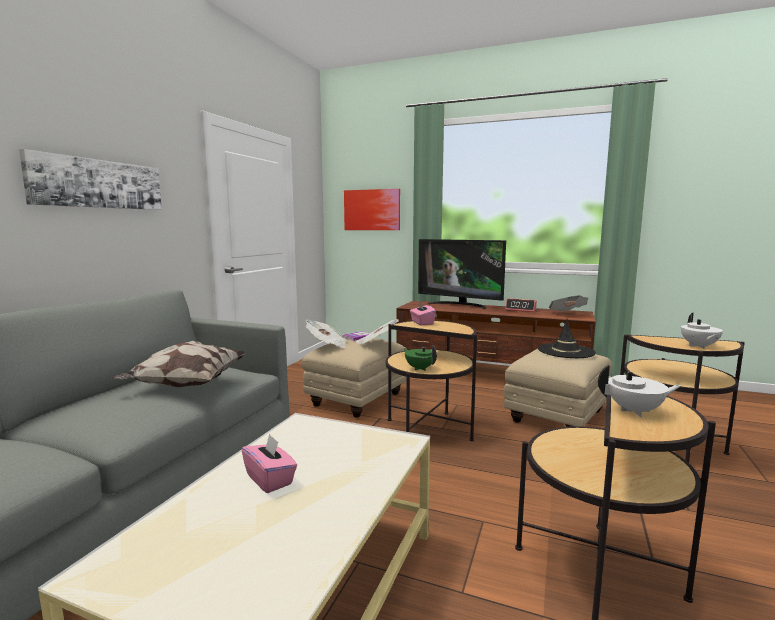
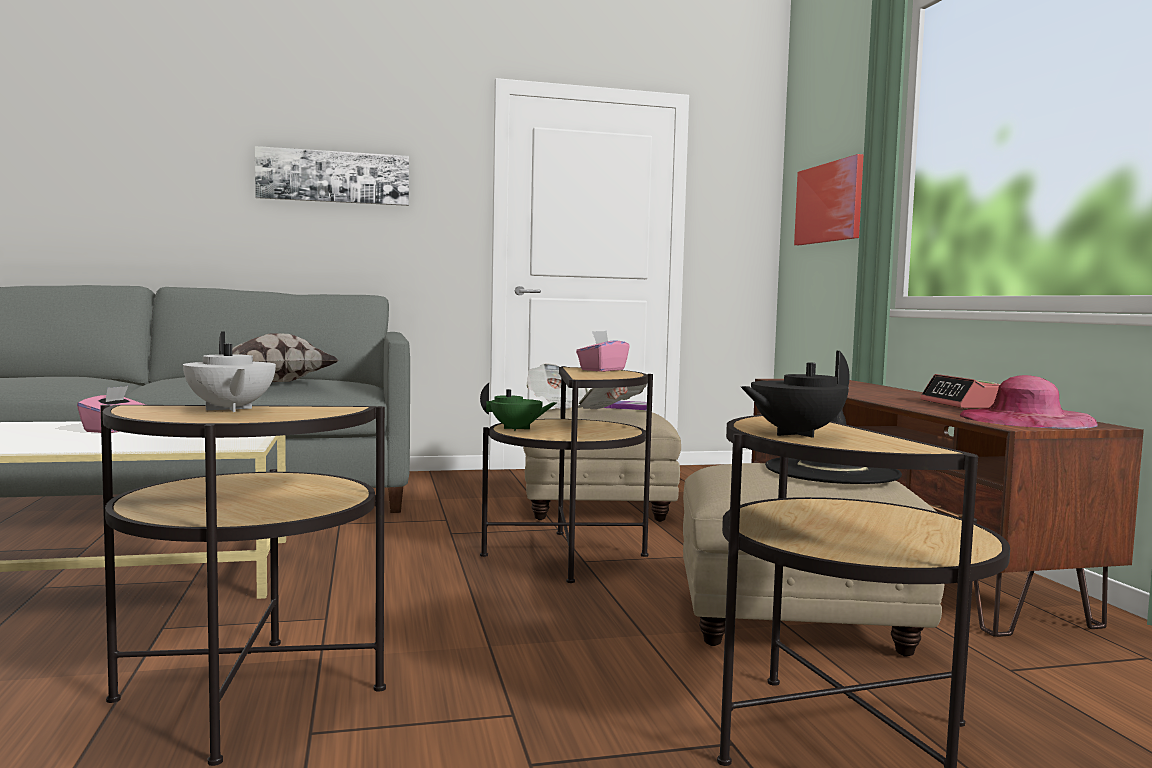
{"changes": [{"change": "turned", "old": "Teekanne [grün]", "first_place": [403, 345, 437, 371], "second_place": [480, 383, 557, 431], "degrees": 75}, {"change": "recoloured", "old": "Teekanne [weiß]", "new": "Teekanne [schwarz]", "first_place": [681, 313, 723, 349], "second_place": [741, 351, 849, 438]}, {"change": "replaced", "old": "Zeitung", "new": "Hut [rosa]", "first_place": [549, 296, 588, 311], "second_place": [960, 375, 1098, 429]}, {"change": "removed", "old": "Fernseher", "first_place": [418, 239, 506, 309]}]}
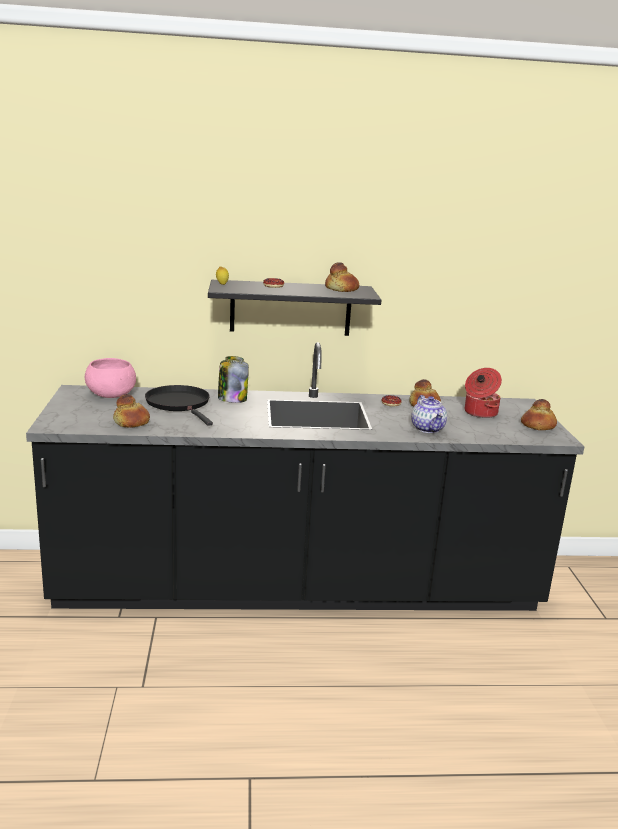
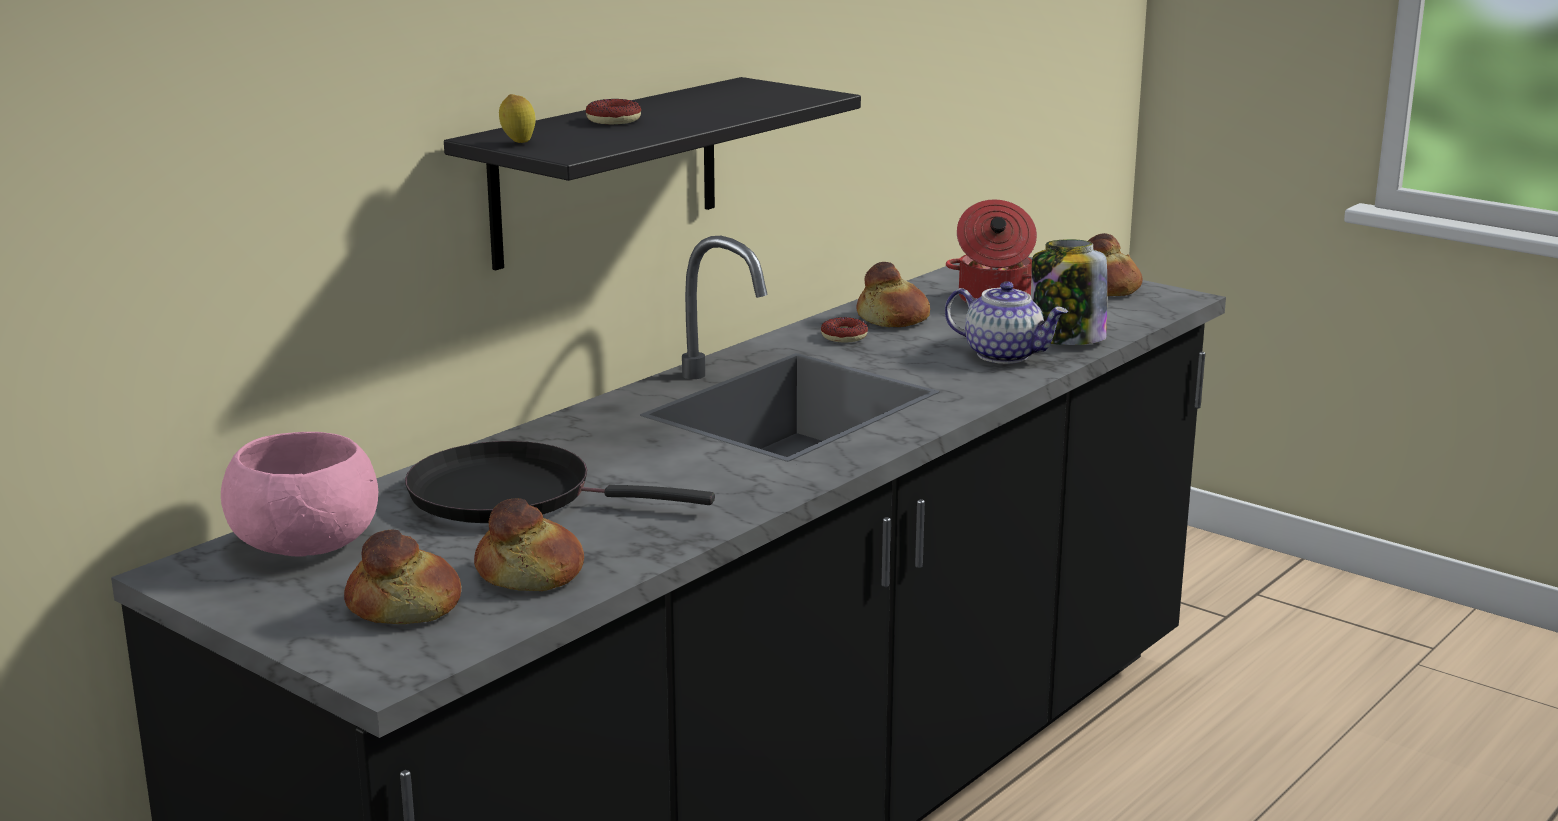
{"changes": [{"change": "moved", "old": "Brot", "first_place": [325, 262, 359, 292], "second_place": [344, 529, 461, 624]}, {"change": "moved", "old": "Vorratsglas", "first_place": [218, 356, 249, 403], "second_place": [1031, 239, 1107, 345]}]}
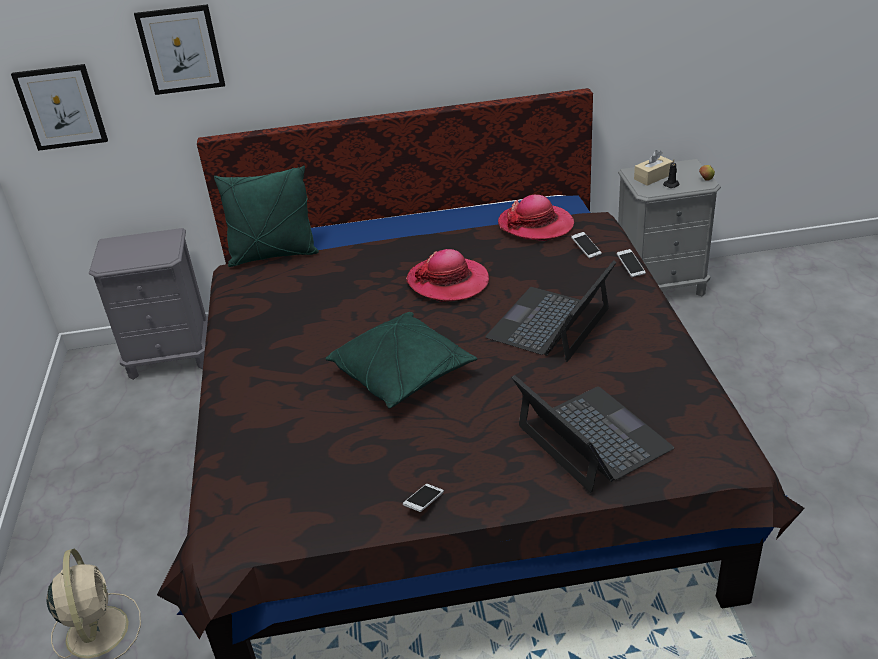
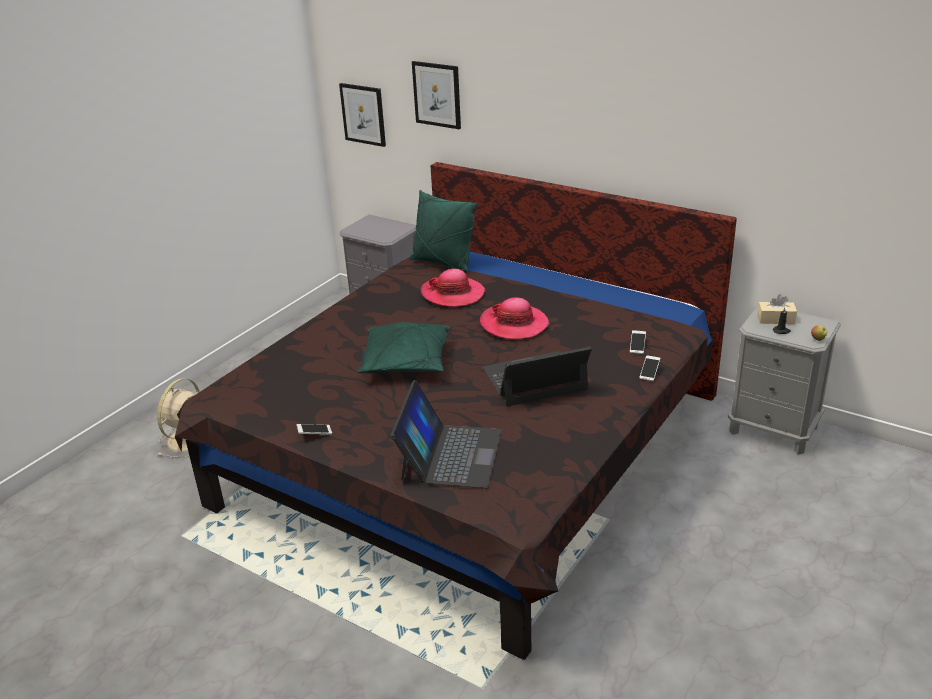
{"changes": [{"change": "moved", "old": "Hut", "first_place": [498, 195, 574, 241], "second_place": [421, 269, 485, 307]}]}
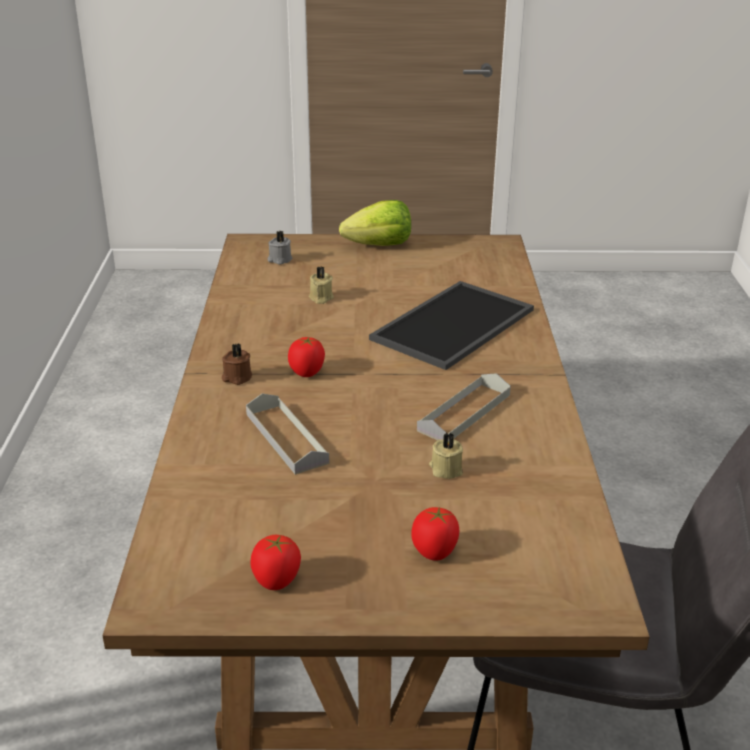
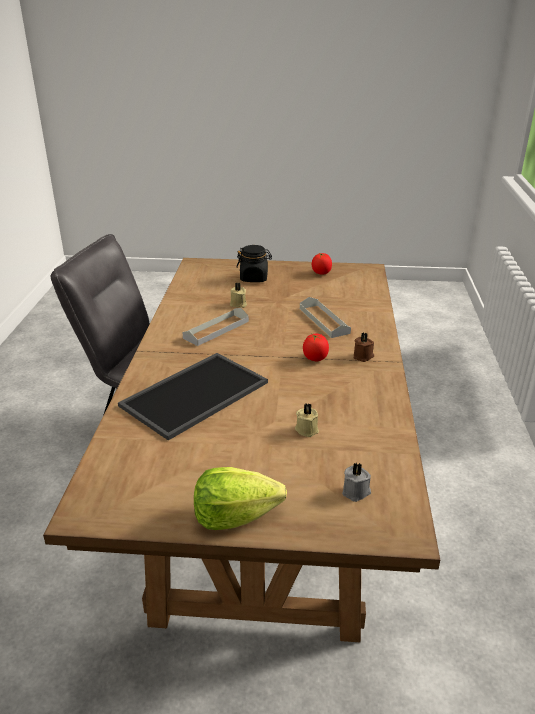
{"changes": [{"change": "replaced", "old": "Tomate", "new": "Vorratsglas [schwarz]", "first_place": [411, 507, 459, 561], "second_place": [236, 245, 272, 282]}]}
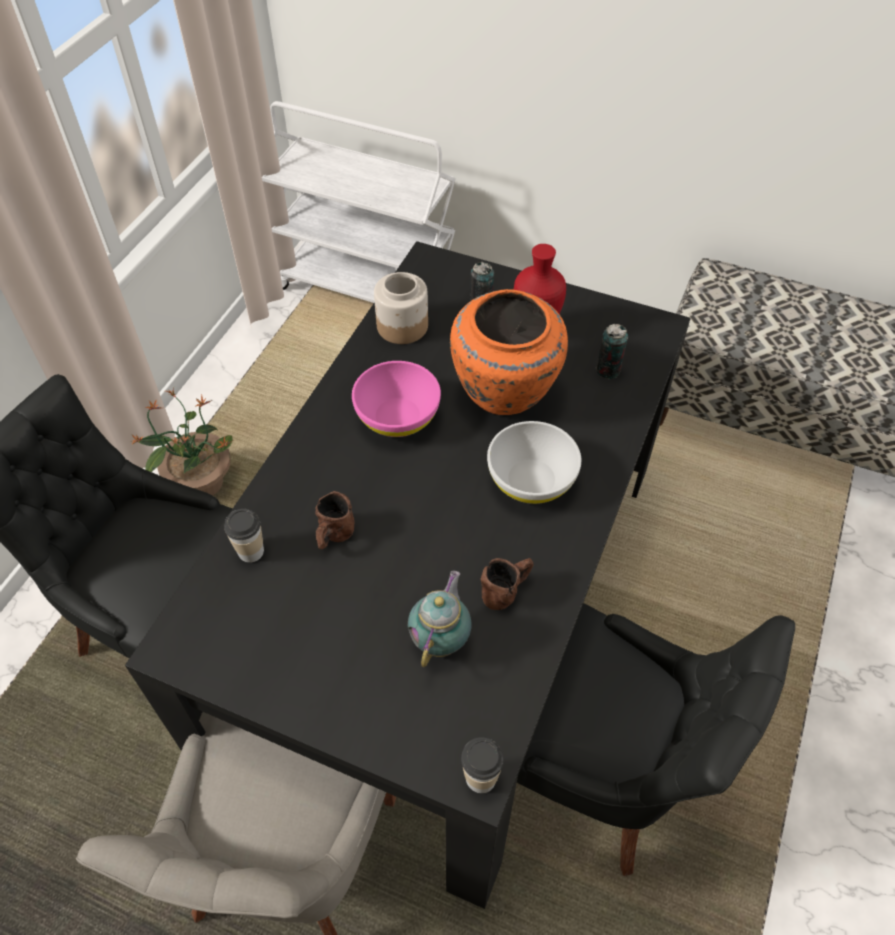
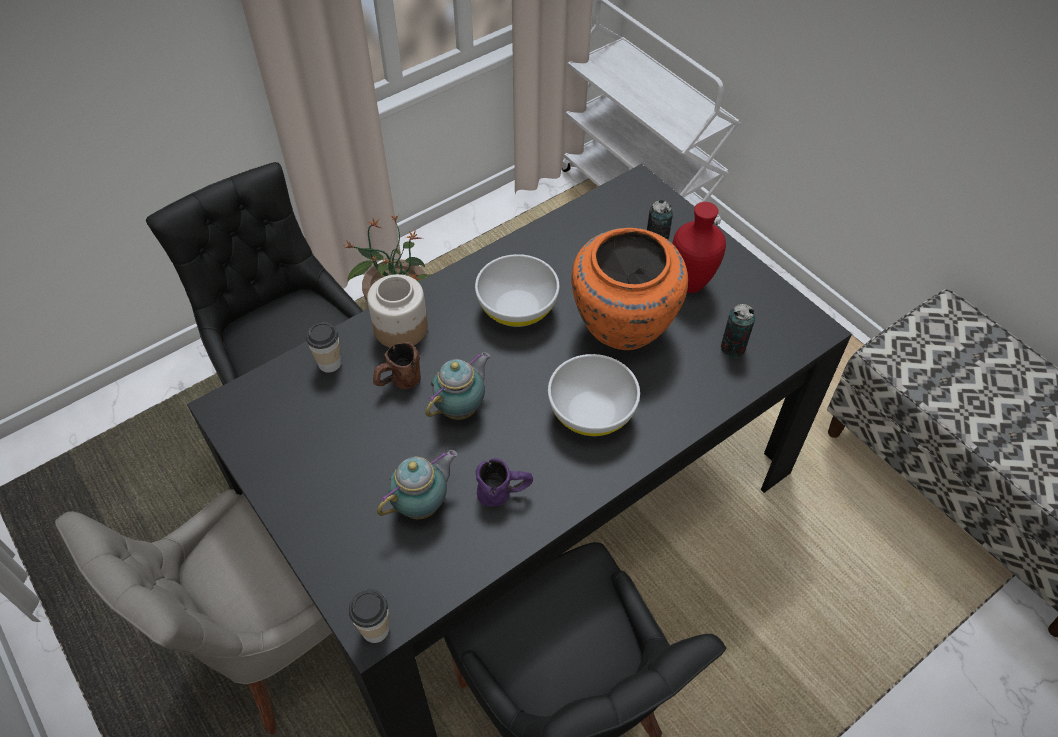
{"changes": [{"change": "moved", "old": "Vorratsglas", "first_place": [374, 272, 428, 344], "second_place": [367, 274, 428, 348]}, {"change": "added", "new": "Teekanne", "second_place": [426, 352, 491, 420]}, {"change": "recoloured", "old": "Schüssel [rosa]", "new": "Schüssel [weiß]", "first_place": [352, 361, 441, 437], "second_place": [475, 254, 559, 327]}, {"change": "recoloured", "old": "Henkelbecher [braun]", "new": "Henkelbecher [lila]", "first_place": [480, 558, 534, 610], "second_place": [476, 458, 533, 507]}]}
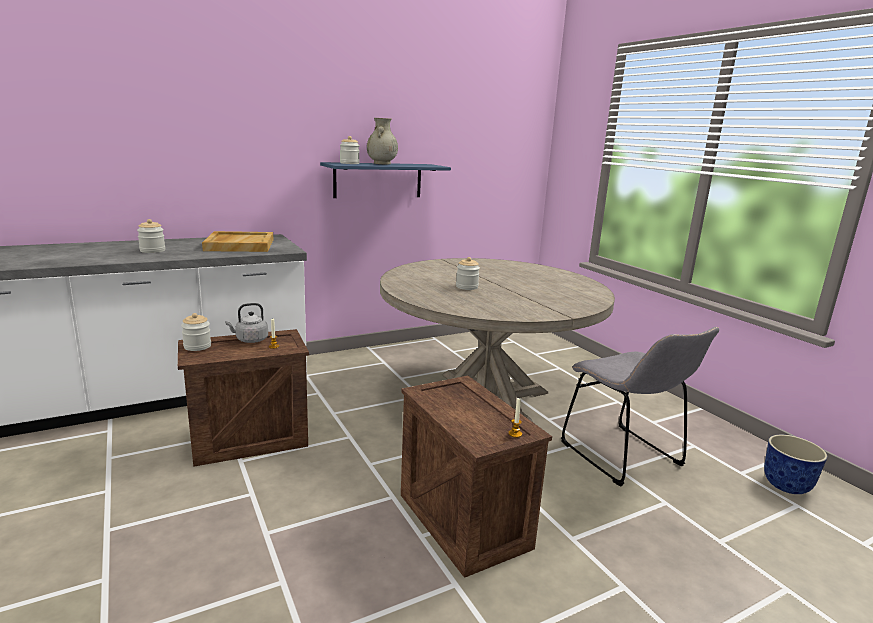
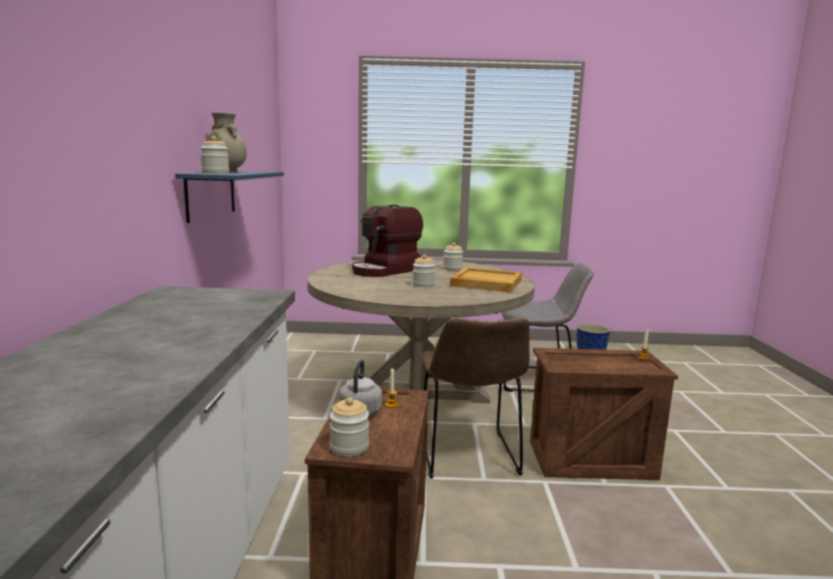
{"changes": [{"change": "added", "new": "Kaffeemaschine", "second_place": [352, 205, 423, 277]}, {"change": "added", "new": "Stuhl [braun]", "second_place": [422, 318, 530, 478]}, {"change": "moved", "old": "Vorratsglas", "first_place": [137, 219, 165, 253], "second_place": [443, 243, 463, 270]}, {"change": "moved", "old": "Tablett [beige]", "first_place": [202, 231, 274, 252], "second_place": [450, 267, 522, 292]}]}
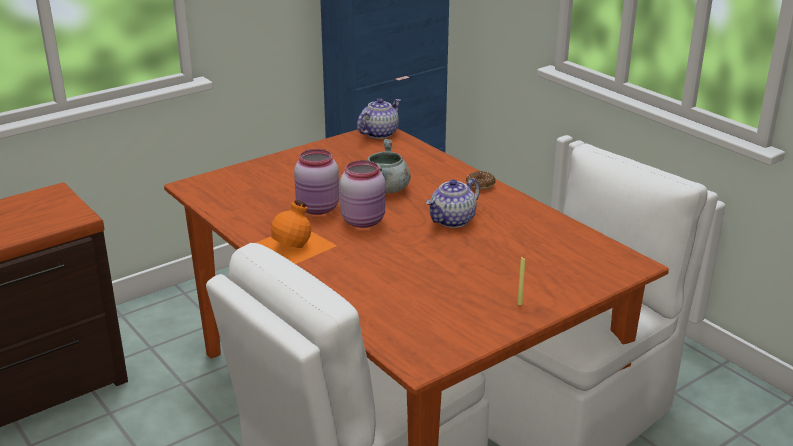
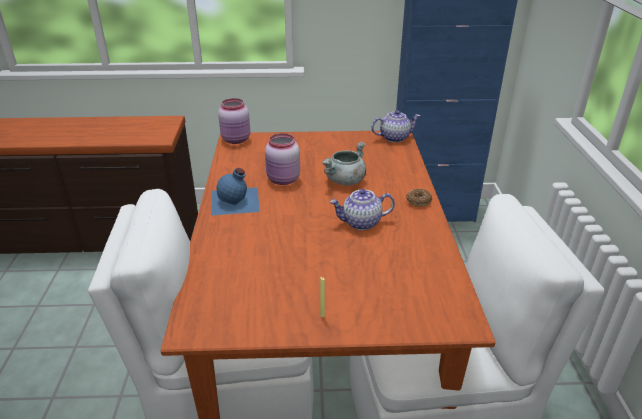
{"changes": [{"change": "recoloured", "old": "Flasche [orange]", "new": "Flasche [blau]", "first_place": [256, 200, 337, 264], "second_place": [211, 168, 260, 216]}, {"change": "moved", "old": "Vorratsglas [rosa]", "first_place": [340, 160, 385, 228], "second_place": [218, 98, 250, 144]}]}
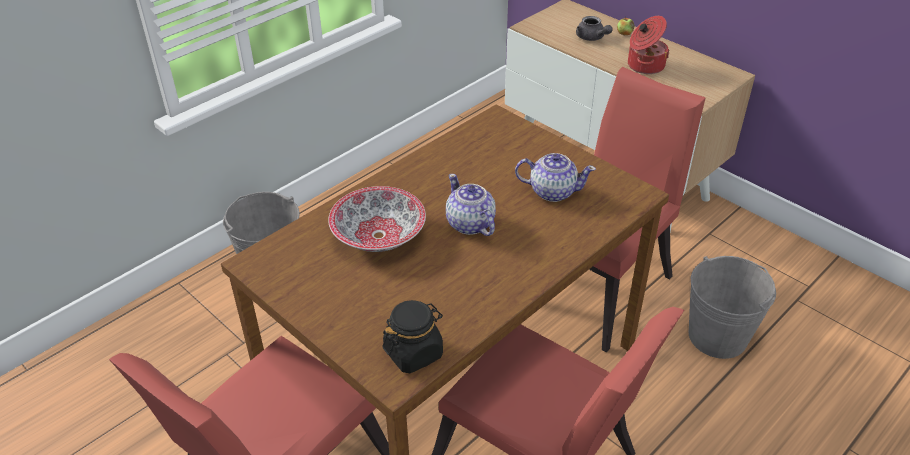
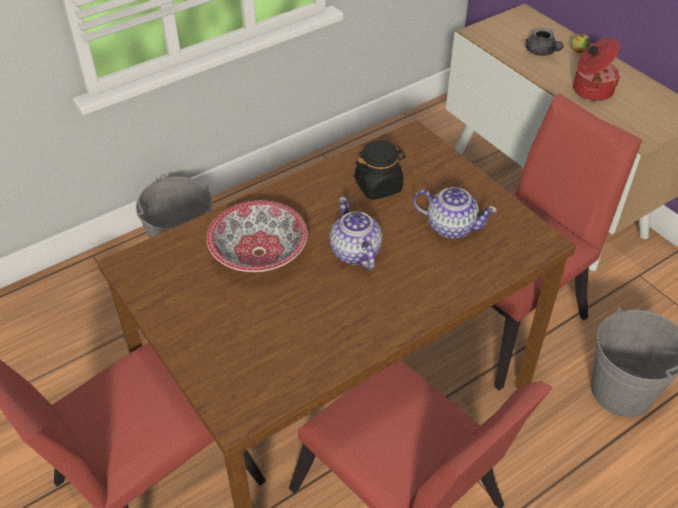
{"changes": [{"change": "moved", "old": "Vorratsglas [schwarz]", "first_place": [383, 300, 443, 373], "second_place": [354, 140, 406, 200]}]}
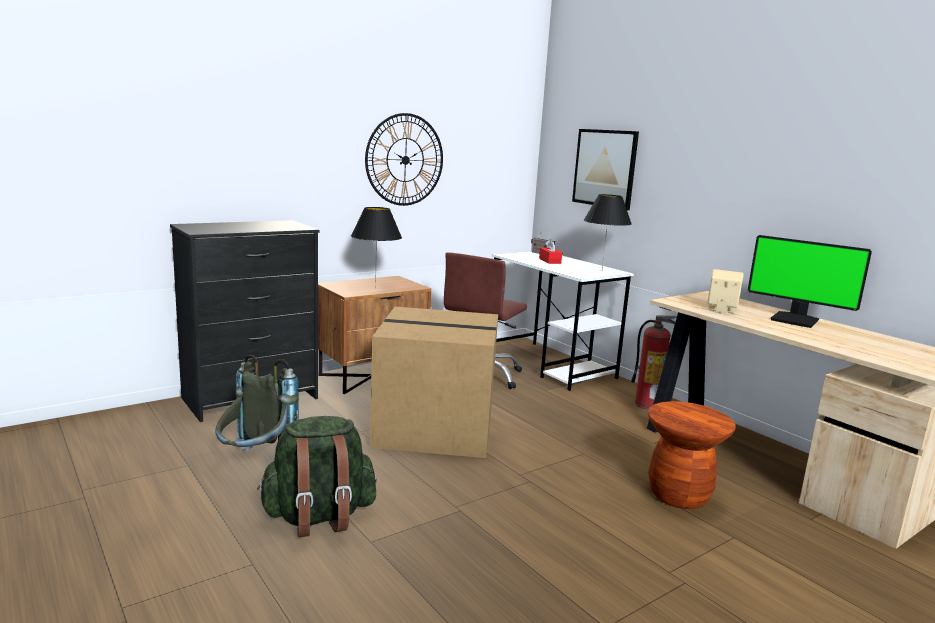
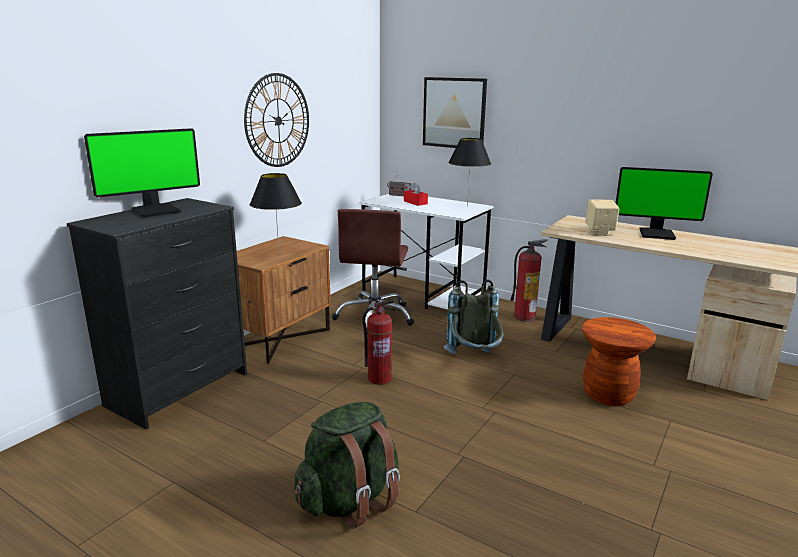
{"changes": [{"change": "added", "new": "Monitor", "second_place": [84, 128, 200, 218]}, {"change": "replaced", "old": "Karton", "new": "Feuerlöscher", "first_place": [370, 307, 498, 458], "second_place": [362, 299, 395, 385]}, {"change": "moved", "old": "Rucksack [grau]", "first_place": [215, 355, 299, 451], "second_place": [444, 280, 503, 354]}]}
